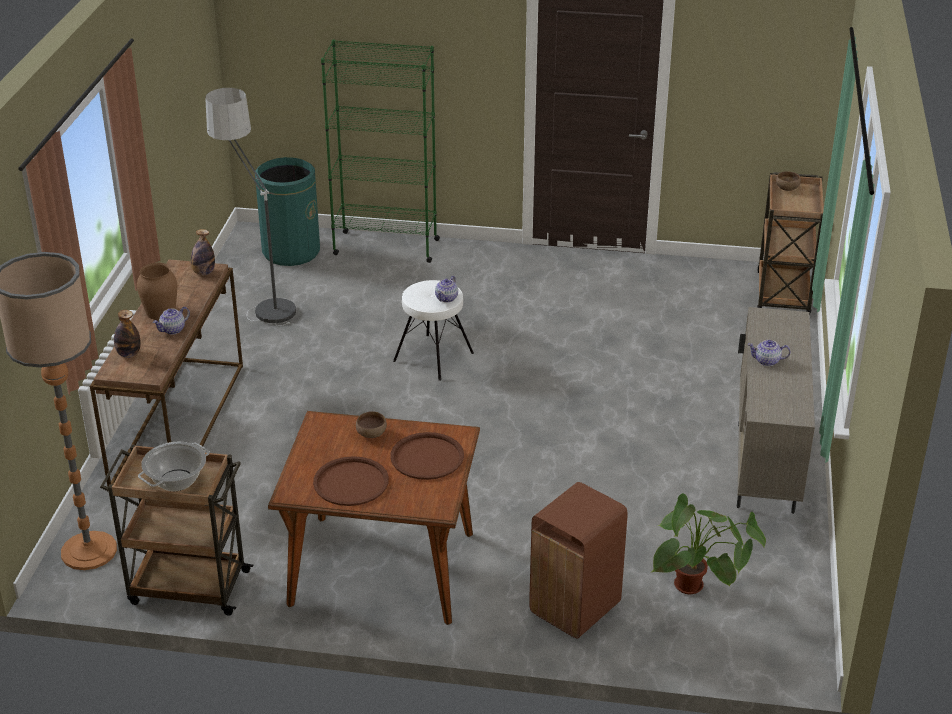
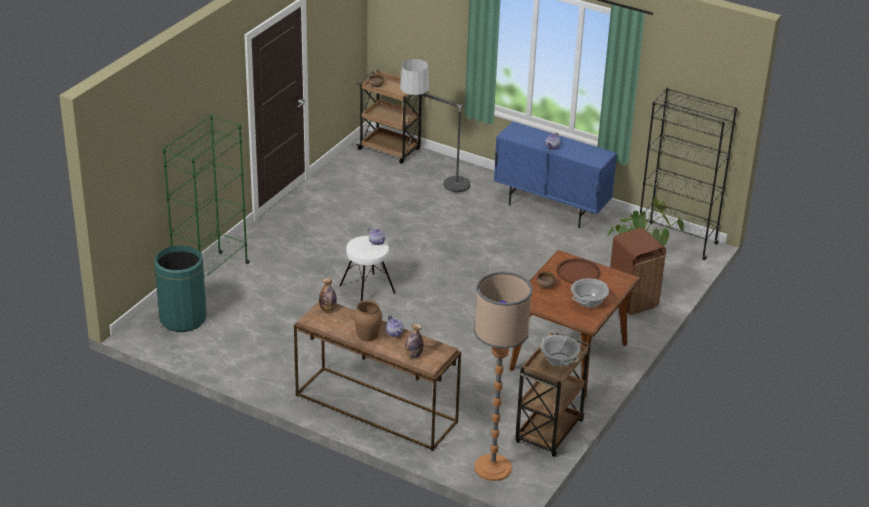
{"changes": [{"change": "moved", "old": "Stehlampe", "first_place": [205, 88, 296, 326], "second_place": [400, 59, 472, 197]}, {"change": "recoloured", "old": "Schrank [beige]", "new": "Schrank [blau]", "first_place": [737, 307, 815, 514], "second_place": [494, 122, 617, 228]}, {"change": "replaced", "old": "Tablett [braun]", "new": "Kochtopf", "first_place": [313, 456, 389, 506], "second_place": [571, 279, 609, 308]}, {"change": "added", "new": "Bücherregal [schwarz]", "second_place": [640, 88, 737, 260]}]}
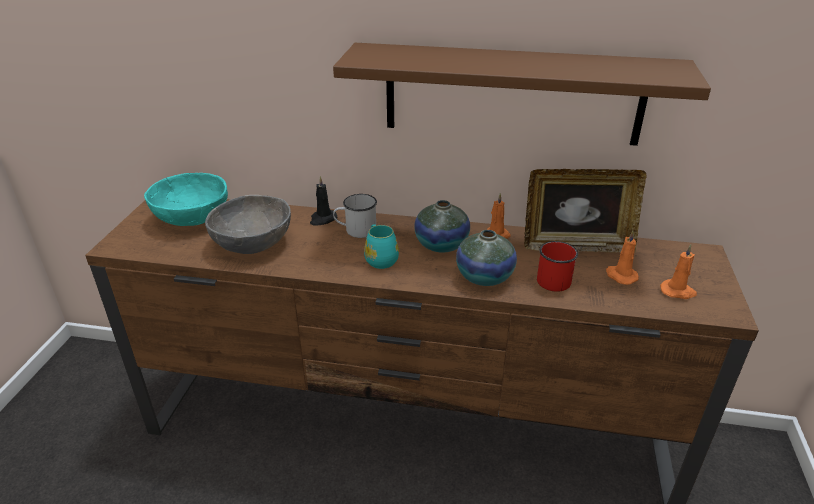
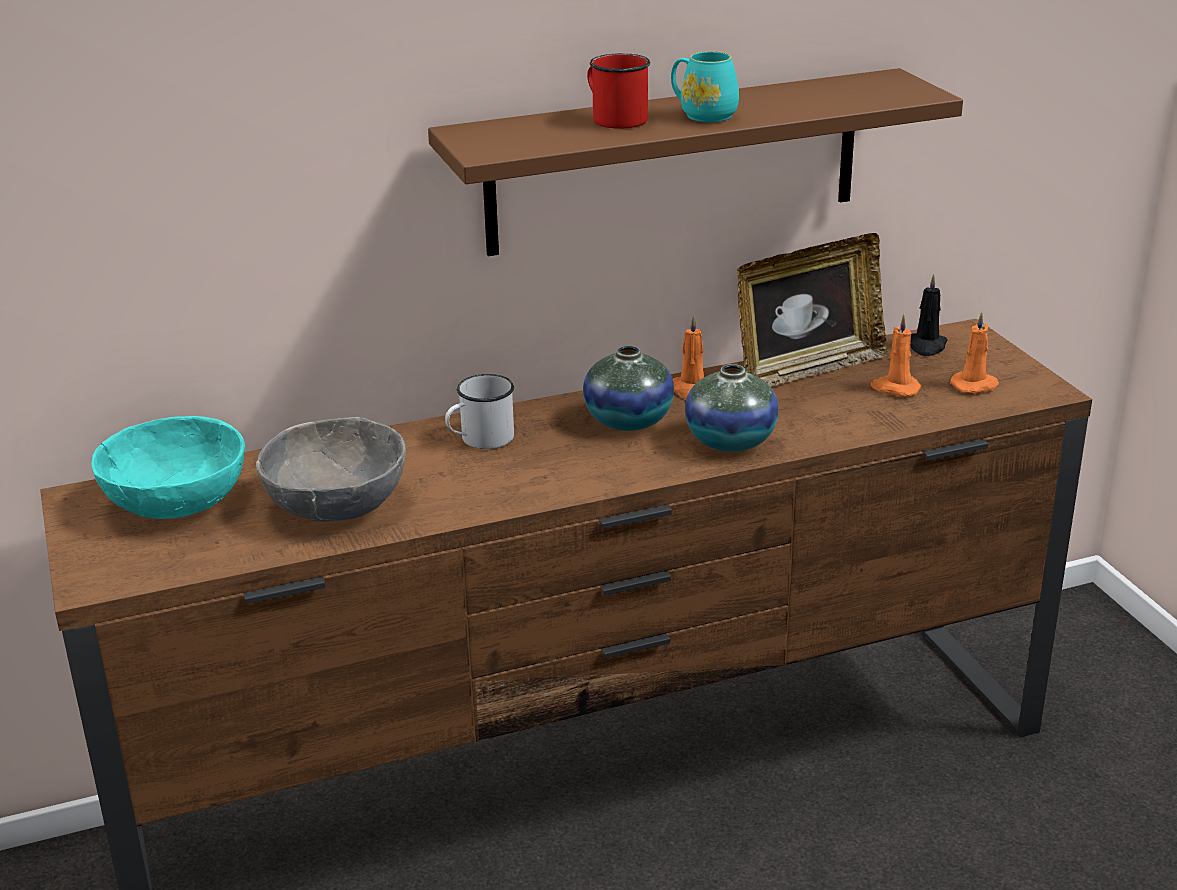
{"changes": [{"change": "moved", "old": "Henkelbecher [rot]", "first_place": [537, 241, 578, 292], "second_place": [587, 53, 650, 129]}, {"change": "moved", "old": "Henkelbecher [türkis]", "first_place": [364, 224, 399, 269], "second_place": [671, 51, 739, 122]}, {"change": "moved", "old": "Kerze [schwarz]", "first_place": [310, 176, 337, 226], "second_place": [910, 274, 948, 356]}]}
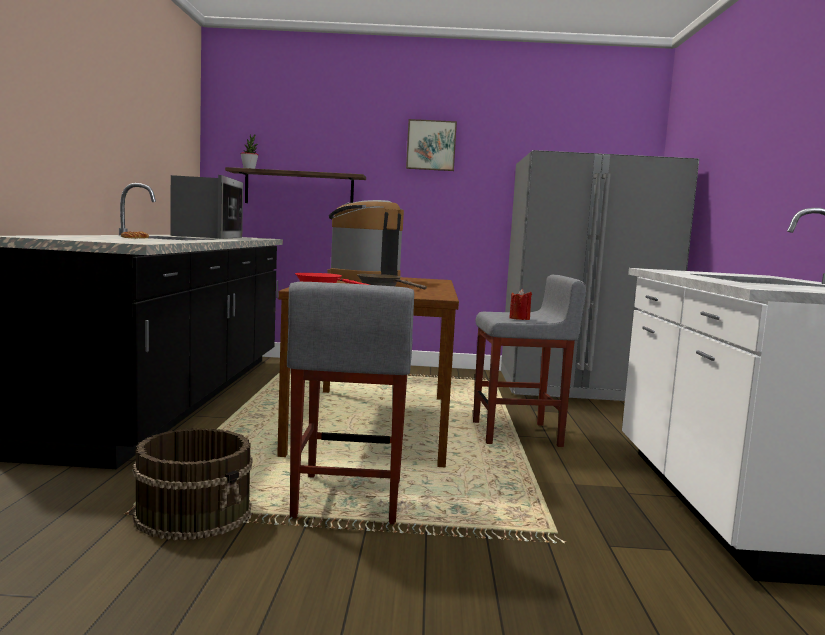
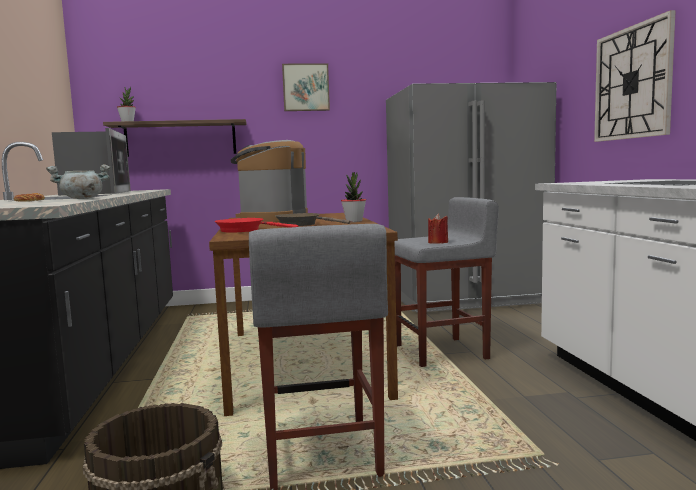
{"changes": [{"change": "added", "new": "Kochtopf [grau]", "second_place": [46, 164, 111, 199]}, {"change": "added", "new": "Topfpflanze", "second_place": [341, 172, 366, 222]}, {"change": "added", "new": "Wanduhr", "second_place": [594, 10, 676, 142]}]}
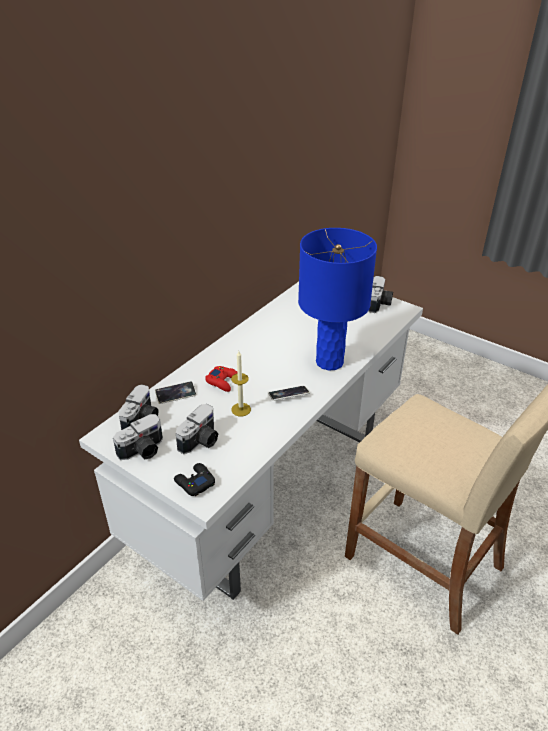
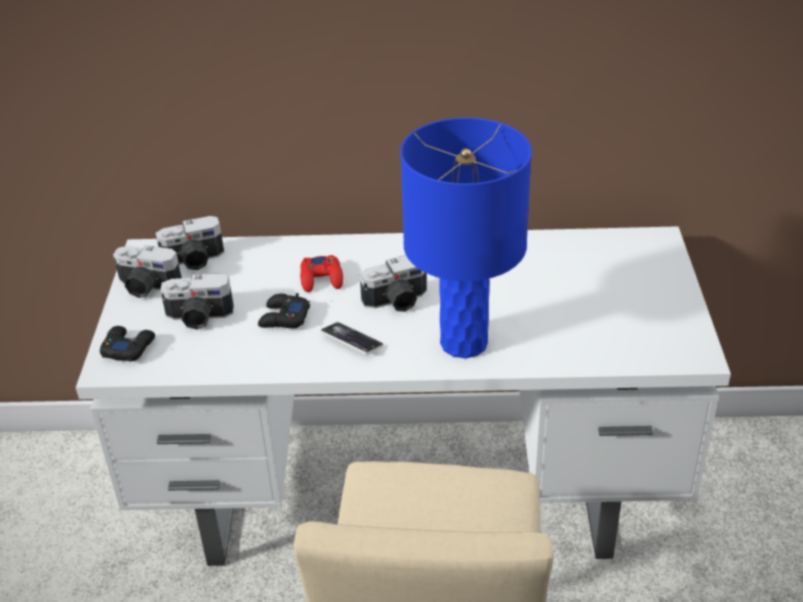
{"changes": [{"change": "replaced", "old": "Kerze", "new": "Gamepad [schwarz]", "first_place": [231, 351, 251, 416], "second_place": [258, 293, 310, 328]}, {"change": "moved", "old": "Kamera", "first_place": [369, 276, 393, 313], "second_place": [360, 255, 427, 312]}, {"change": "removed", "old": "Handy", "first_place": [155, 381, 196, 404]}]}
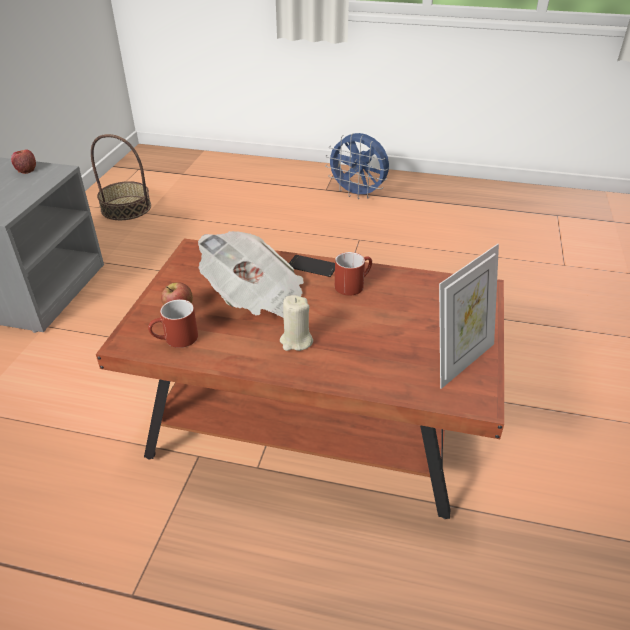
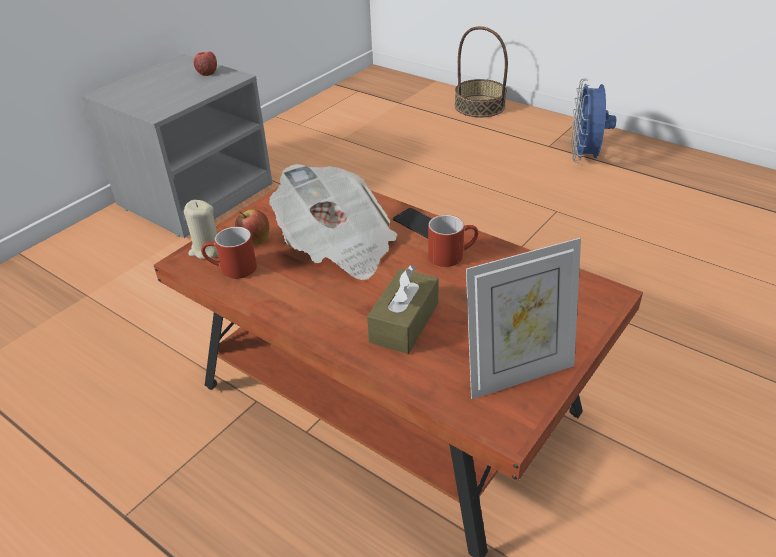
{"changes": [{"change": "moved", "old": "Kerze [beige]", "first_place": [280, 295, 313, 351], "second_place": [184, 200, 218, 259]}, {"change": "added", "new": "Taschentuchbox [braun]", "second_place": [367, 265, 439, 354]}, {"change": "moved", "old": "Korb", "first_place": [91, 134, 151, 220], "second_place": [455, 26, 508, 118]}, {"change": "turned", "old": "Ventilator [blau]", "first_place": [325, 133, 389, 199], "second_place": [571, 78, 616, 163], "degrees": 45}]}
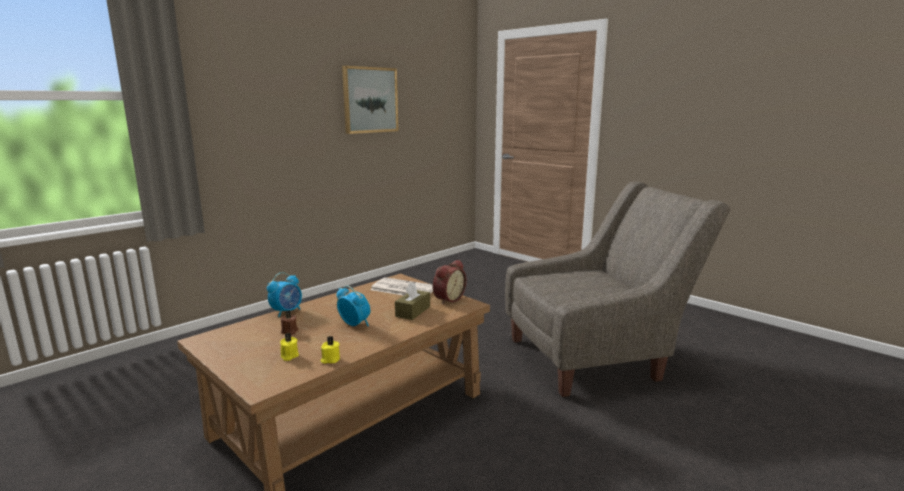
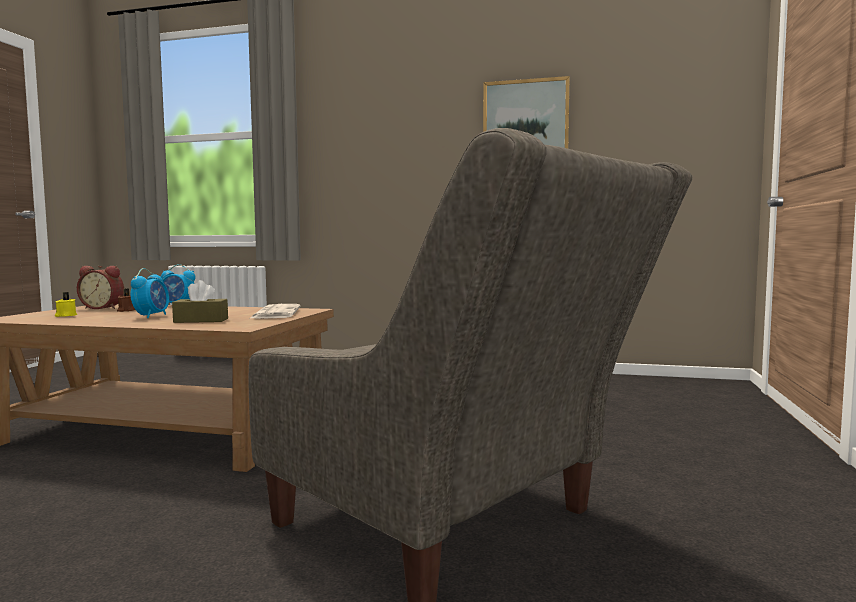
{"changes": [{"change": "moved", "old": "Wecker", "first_place": [433, 260, 467, 304], "second_place": [77, 266, 124, 309]}, {"change": "removed", "old": "Kerze [gelb]", "first_place": [321, 336, 340, 364]}]}
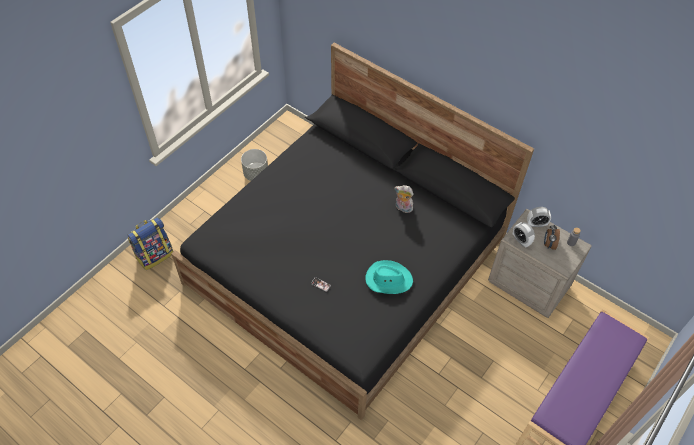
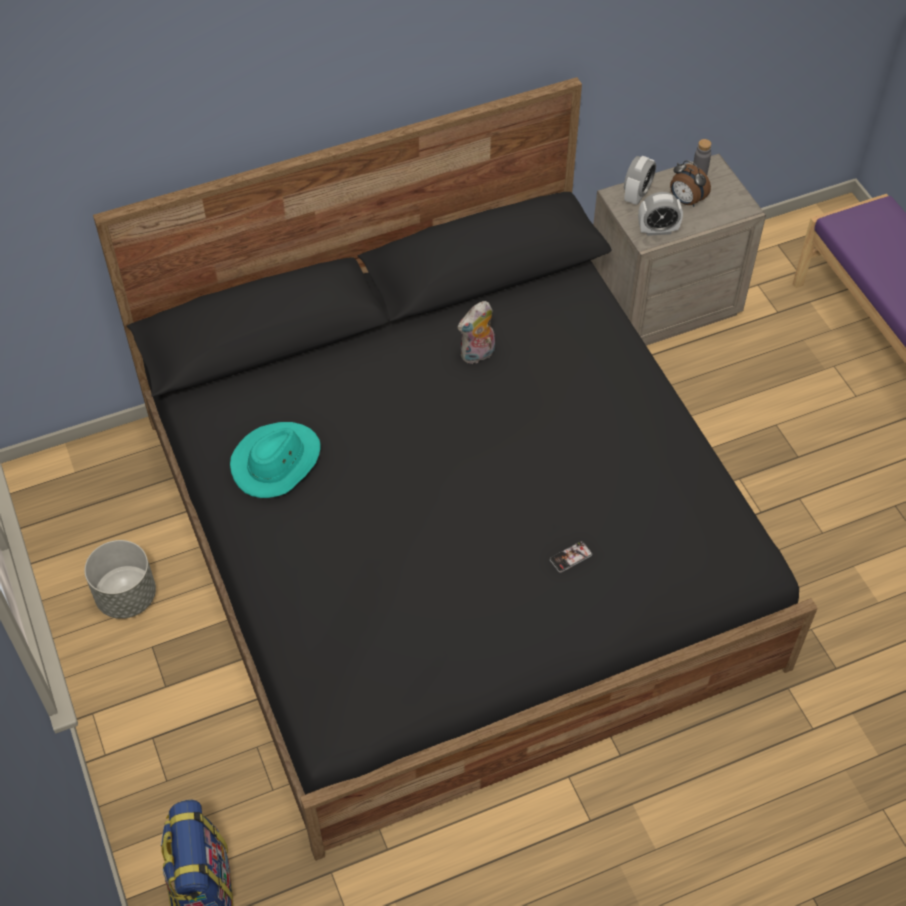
{"changes": [{"change": "moved", "old": "Hut [türkis]", "first_place": [365, 260, 413, 294], "second_place": [230, 422, 321, 498]}]}
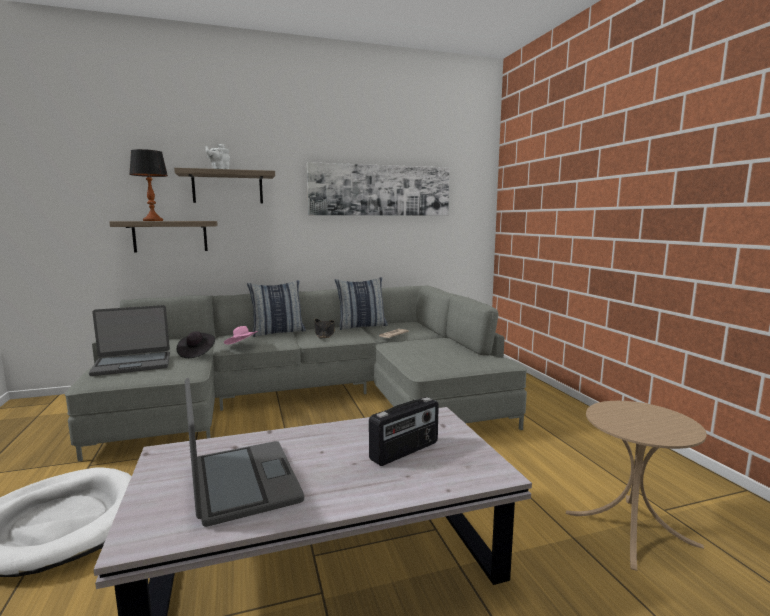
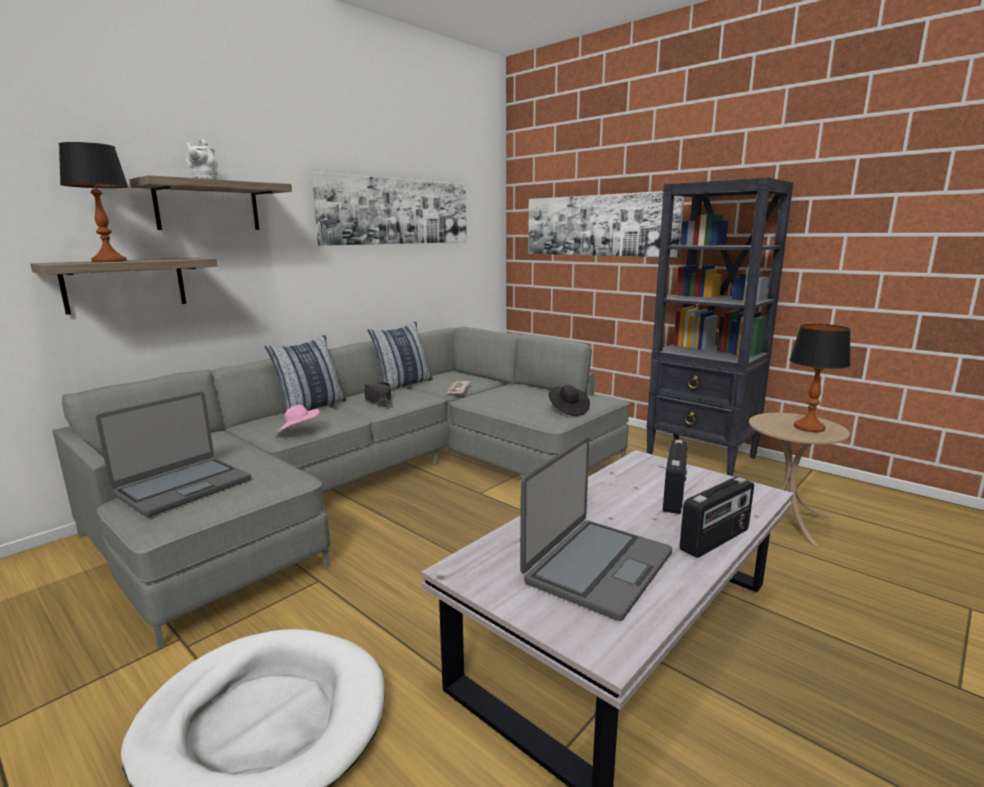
{"changes": [{"change": "turned", "old": "Laptop", "first_place": [185, 378, 304, 527], "second_place": [520, 436, 672, 621], "degrees": 90}, {"change": "added", "new": "Bild", "second_place": [528, 191, 684, 257]}, {"change": "moved", "old": "Hut [schwarz]", "first_place": [177, 331, 215, 358], "second_place": [548, 385, 590, 416]}, {"change": "added", "new": "Bücherregal [schwarz]", "second_place": [646, 177, 793, 476]}, {"change": "added", "new": "Radio", "second_place": [680, 477, 754, 558]}, {"change": "added", "new": "Tischlampe", "second_place": [789, 324, 851, 432]}]}
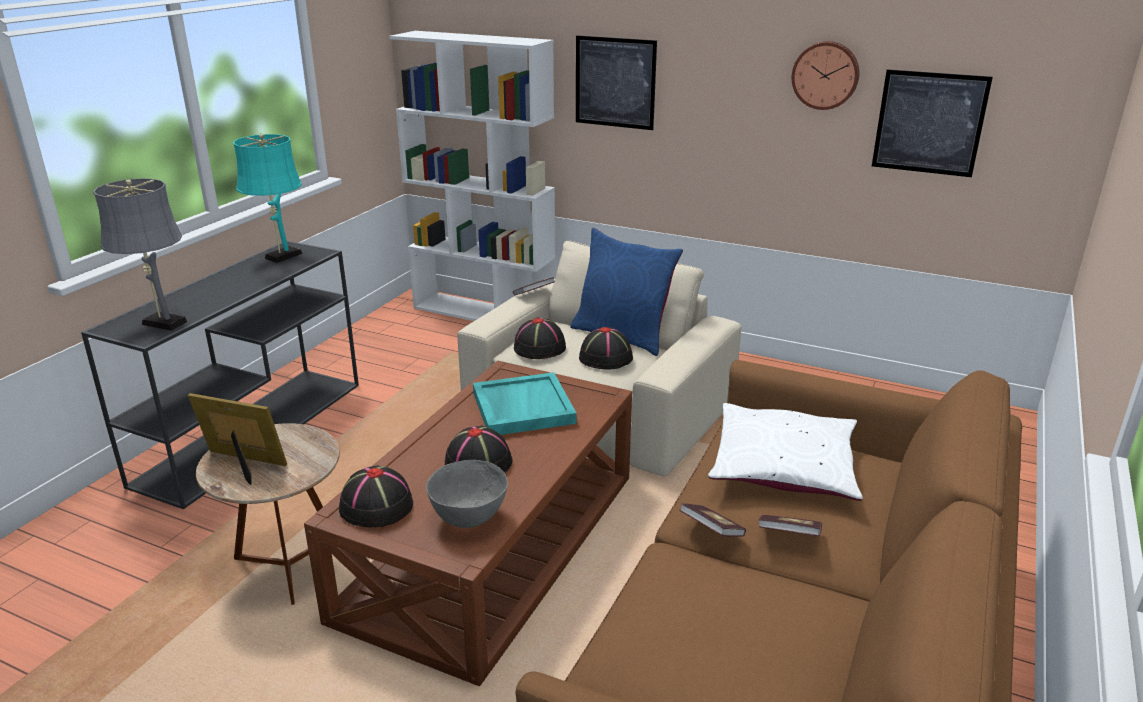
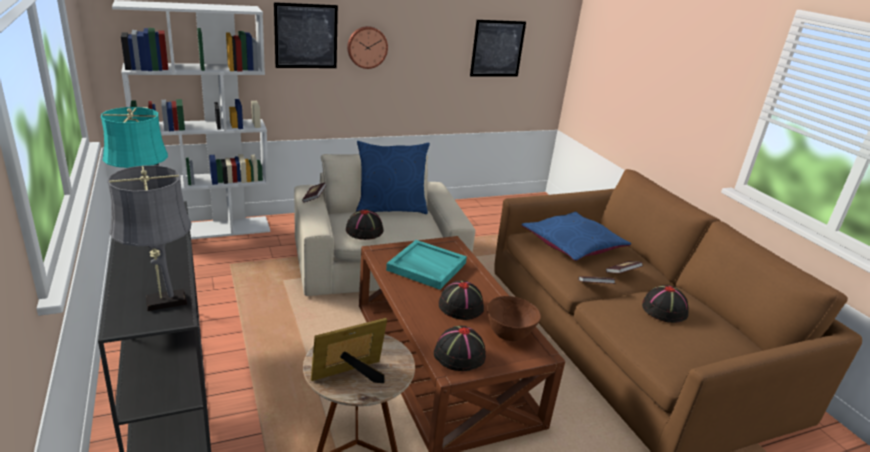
{"changes": [{"change": "moved", "old": "Wanduhr", "first_place": [792, 41, 860, 110], "second_place": [347, 26, 388, 69]}, {"change": "recoloured", "old": "Schüssel [grau]", "new": "Schüssel [braun]", "first_place": [426, 460, 508, 528], "second_place": [487, 296, 541, 341]}, {"change": "recoloured", "old": "Kissen [weiß]", "new": "Kissen [blau]", "first_place": [708, 403, 863, 501], "second_place": [521, 212, 631, 261]}, {"change": "moved", "old": "Hut [schwarz]", "first_place": [579, 327, 633, 370], "second_place": [642, 285, 689, 323]}]}
